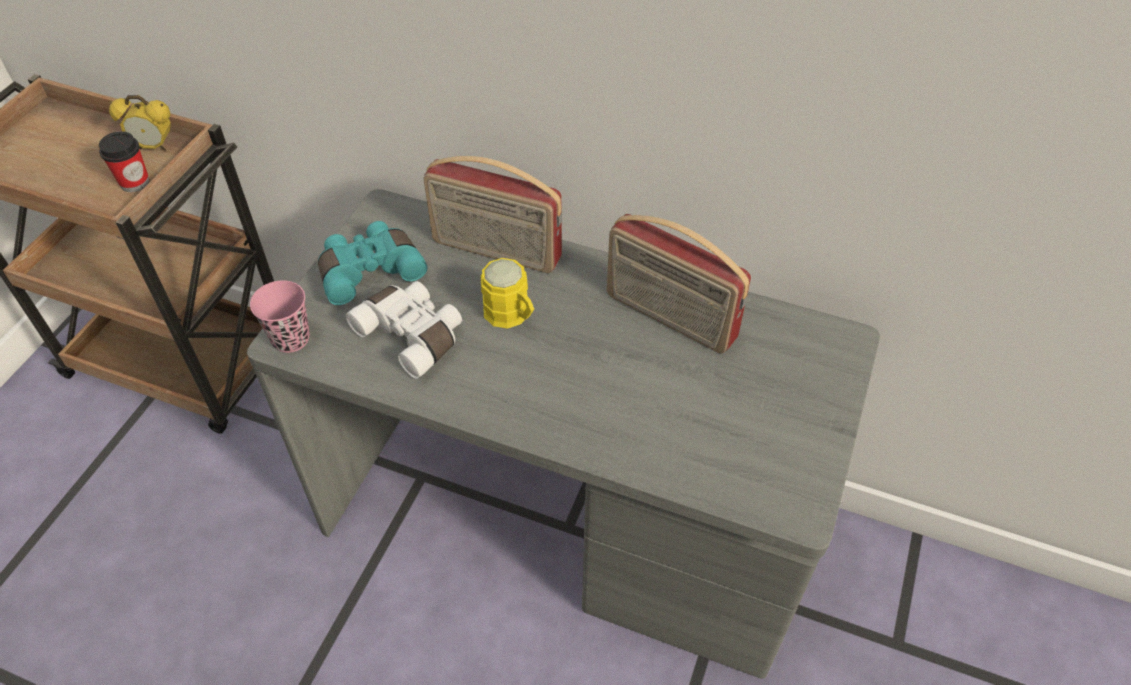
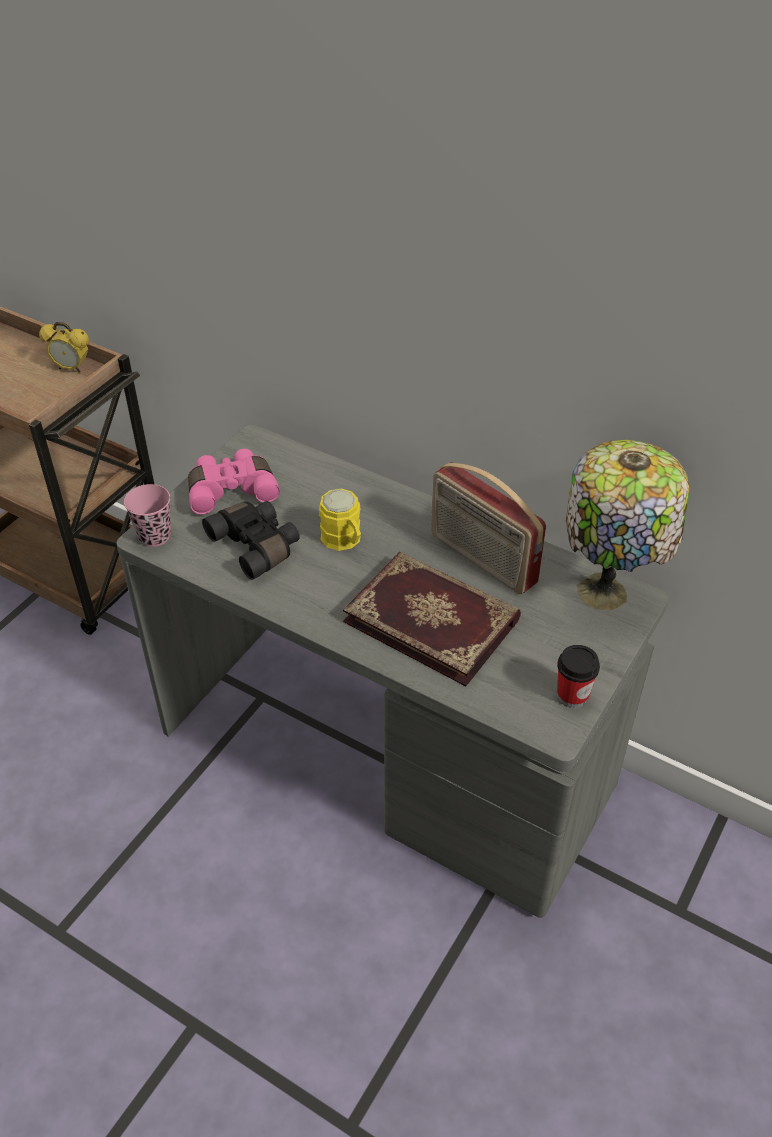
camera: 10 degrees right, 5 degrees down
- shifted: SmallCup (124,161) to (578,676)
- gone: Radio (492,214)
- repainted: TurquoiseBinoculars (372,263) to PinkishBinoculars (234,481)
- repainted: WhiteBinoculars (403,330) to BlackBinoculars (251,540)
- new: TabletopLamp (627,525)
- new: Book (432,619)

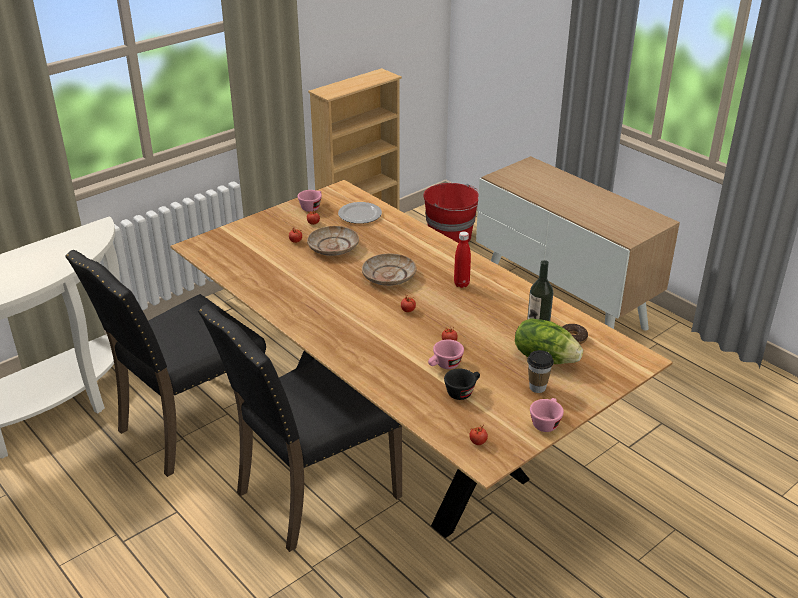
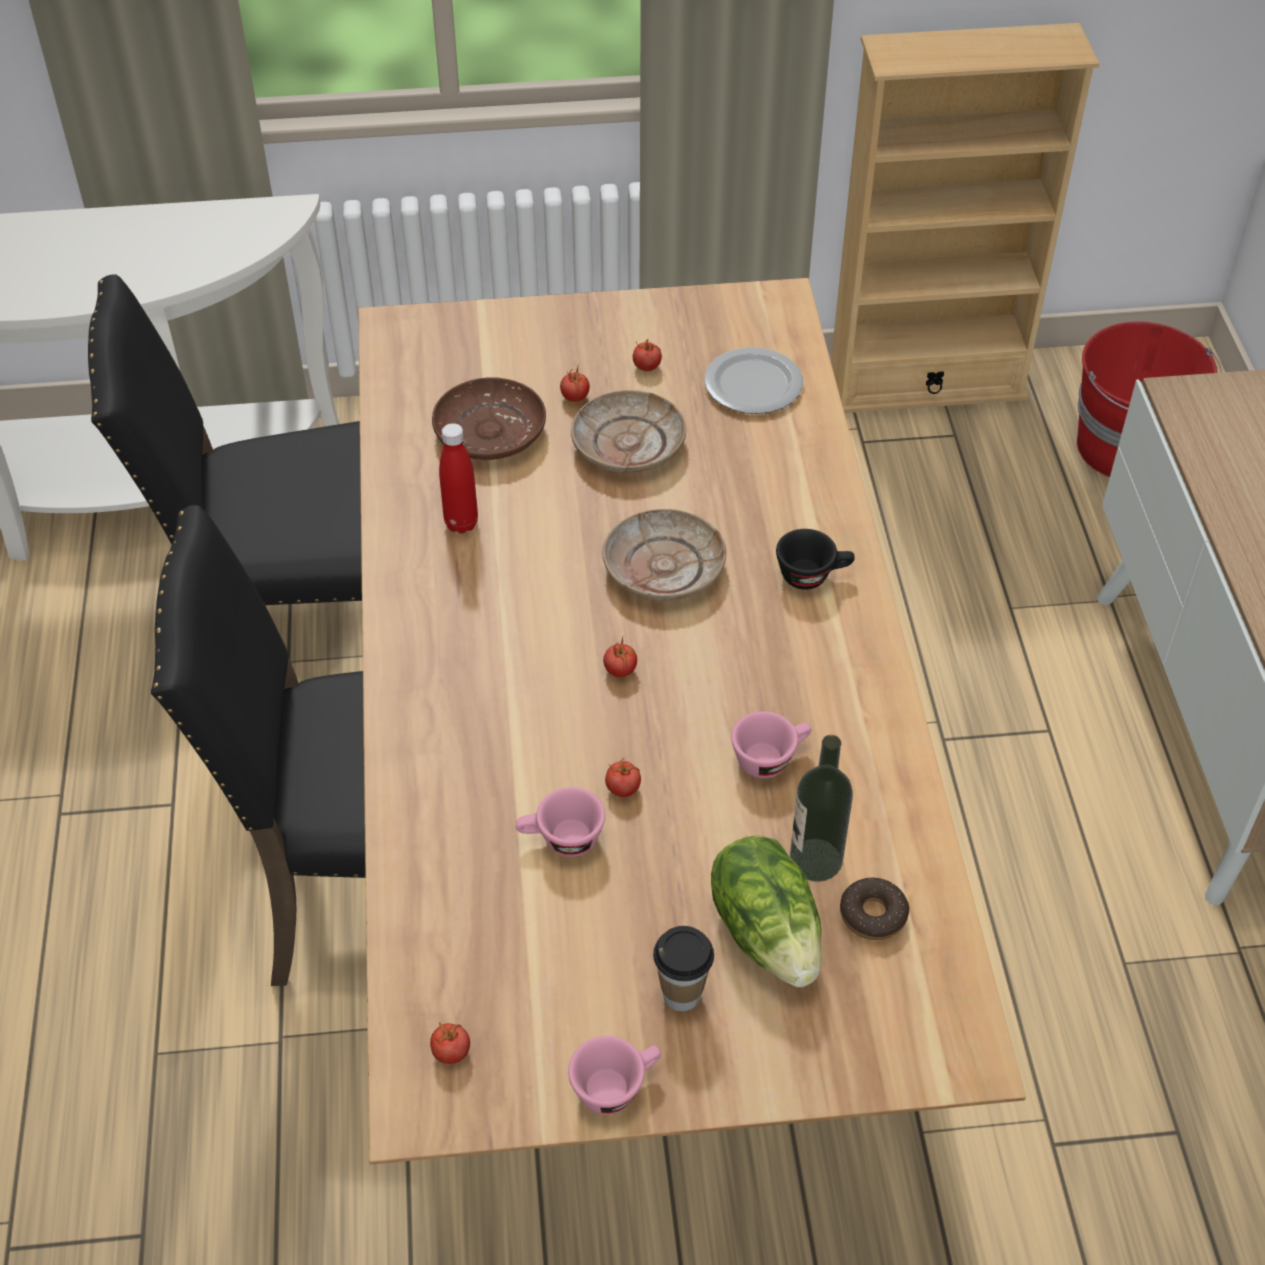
camera: 35 degrees right, 15 degrees up
- shifted: PinkishSmallCup (310,201) to (771,744)
- shifted: RedBottle (462,259) to (458,478)
- shifted: BlackSmallCup (462,384) to (815,559)
- new: BrownishDinnerPlate (489,418)

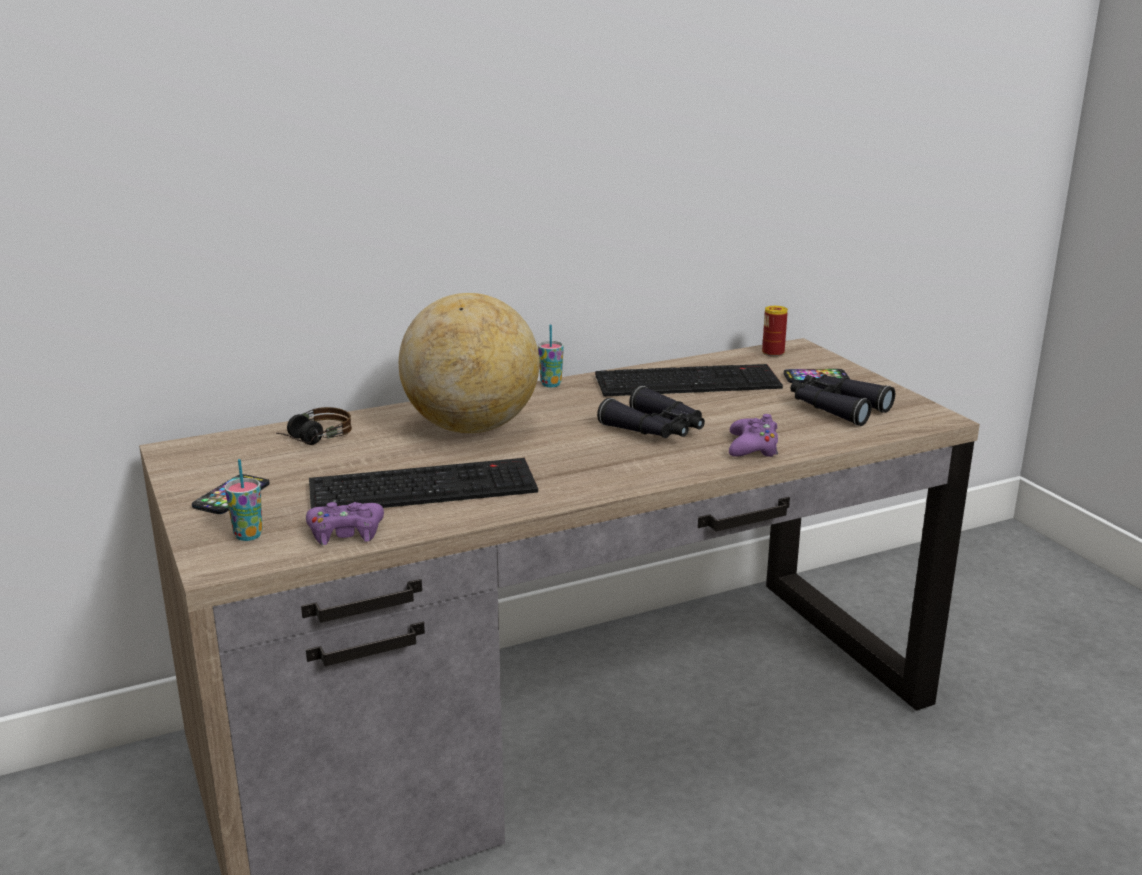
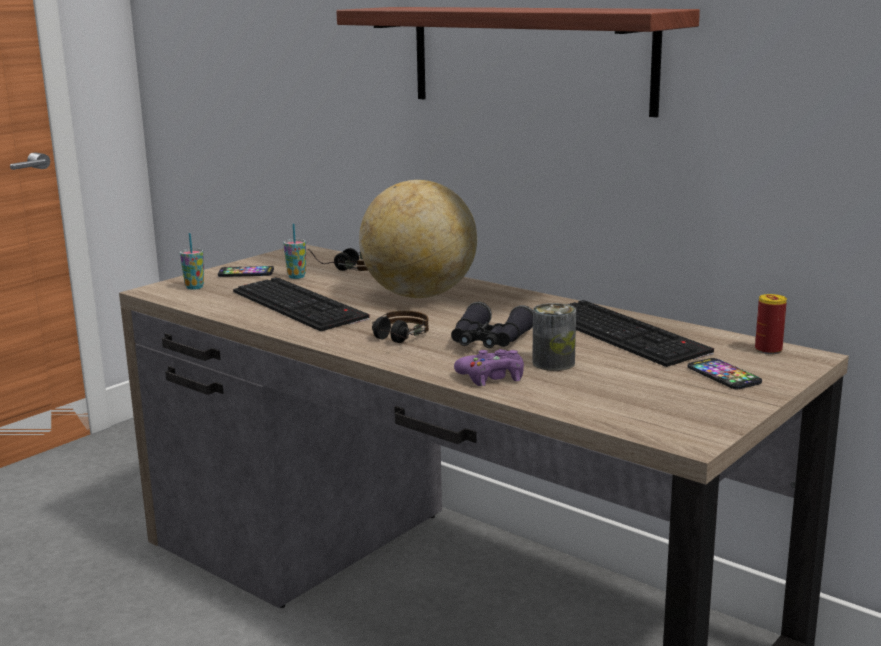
camera: 65 degrees right, 5 degrees down
- shifted: SmallCup (551,356) to (294,251)
- gone: BlackBinoculars (843,400)
- gone: PurplishGameController (345,523)
- new: BracketShelf (518,62)
- new: Can (554,337)
- new: PairOfHeadphones (400,327)

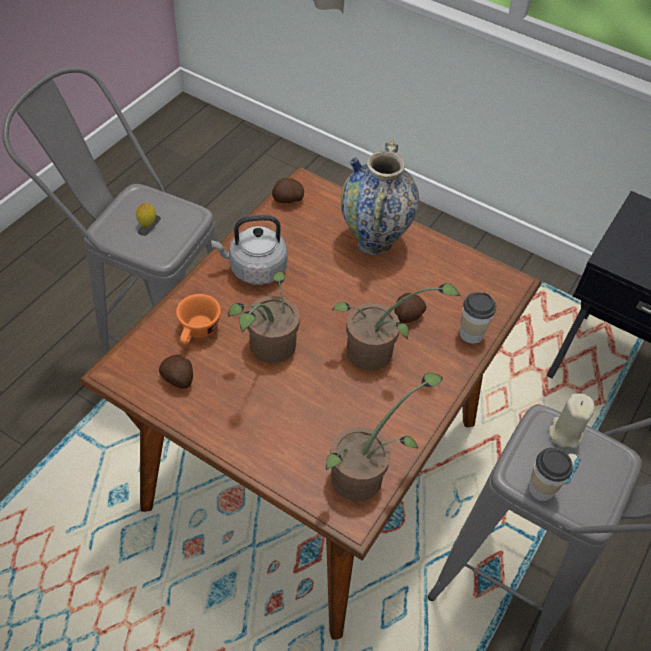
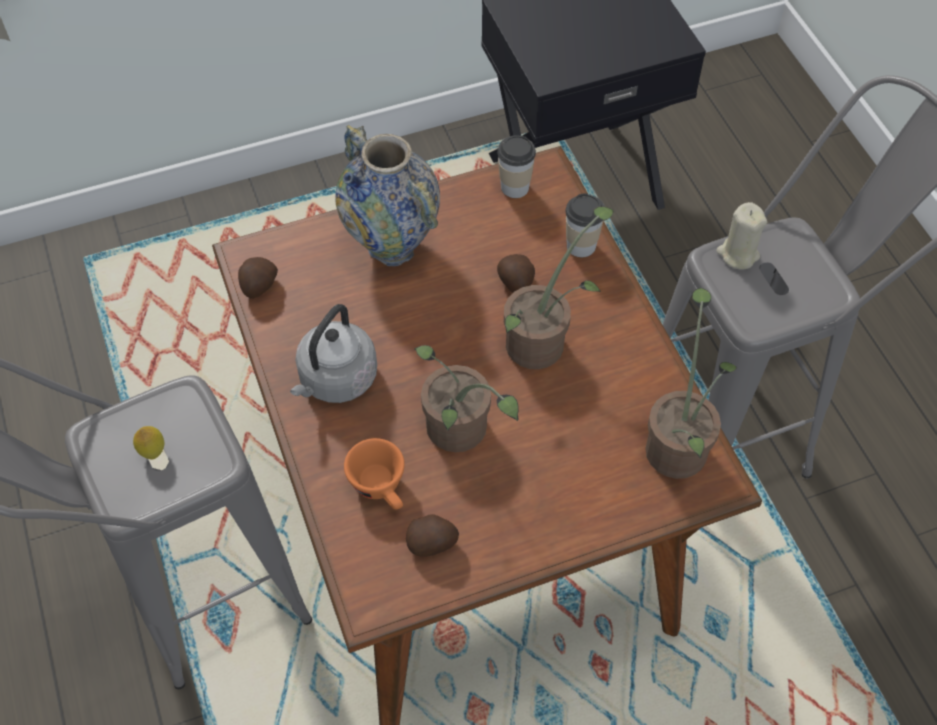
camera: 50 degrees left, 5 degrees up
- shifted: SmallCup (550,474) to (516,166)

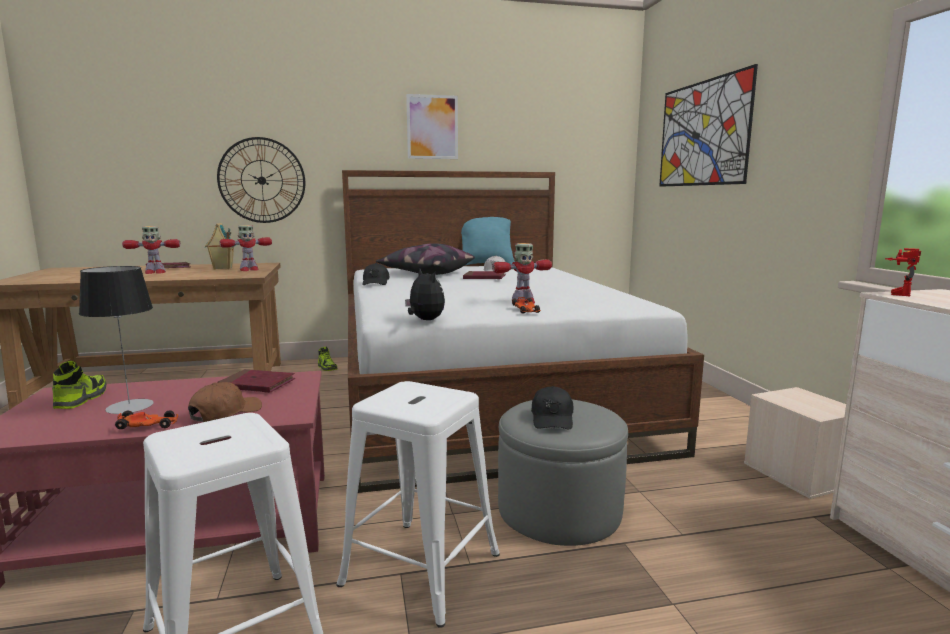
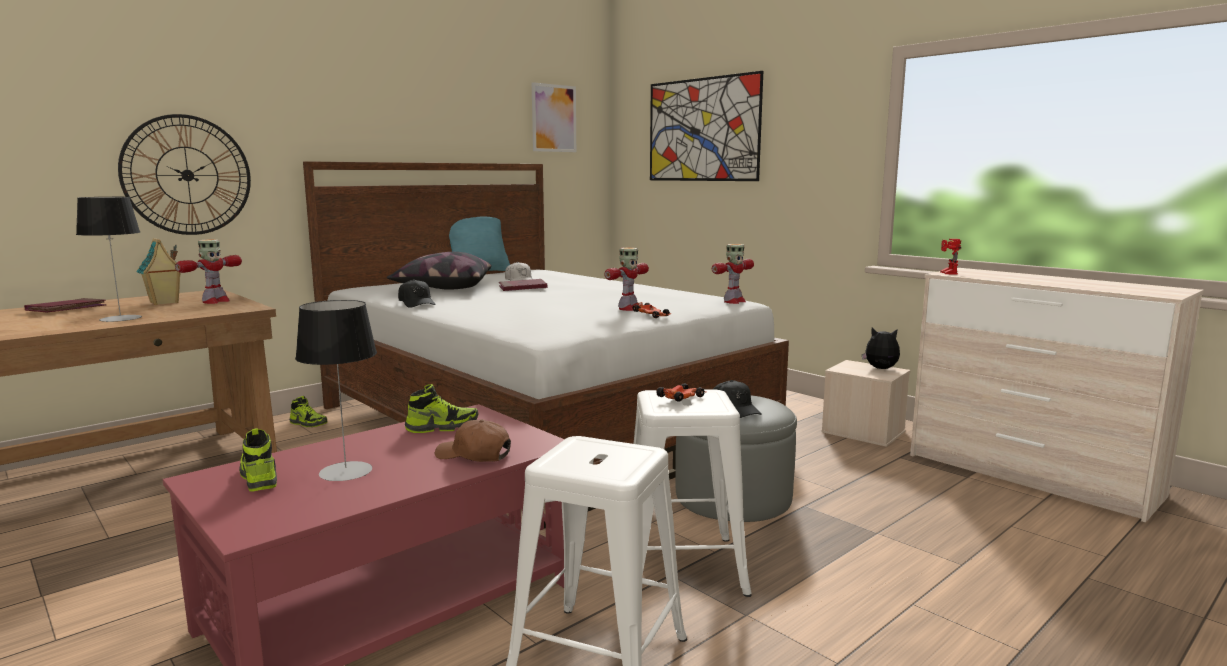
camera: 30 degrees left, 0 degrees up
- shifted: Picture (432,126) to (554,117)
- shifted: ModelRobot (151,250) to (733,274)
- shifted: CuddlyToy (425,294) to (881,348)
- swapped: RedBook (256,381) to LowShoe (441,408)
- rotated: BrownishCap (225,402) = (473,440) 75 degrees counterclockwise
- shifted: ToyCar (146,419) to (681,393)
- new: TabletopLamp (109,259)

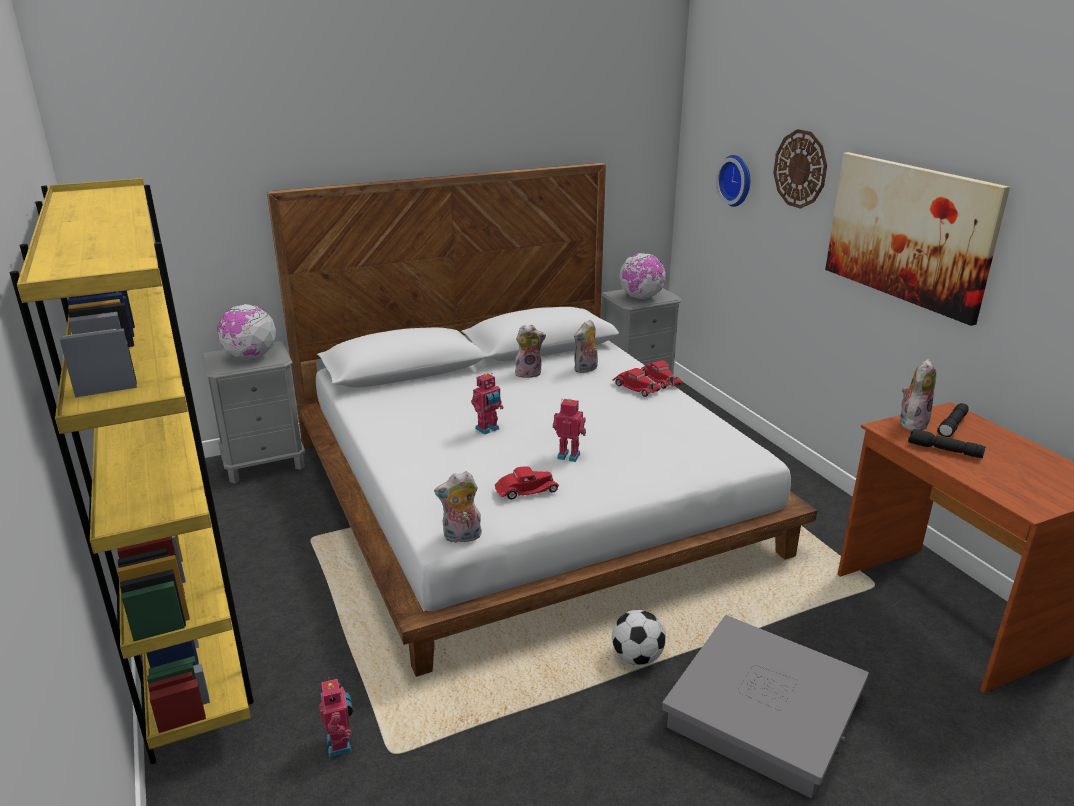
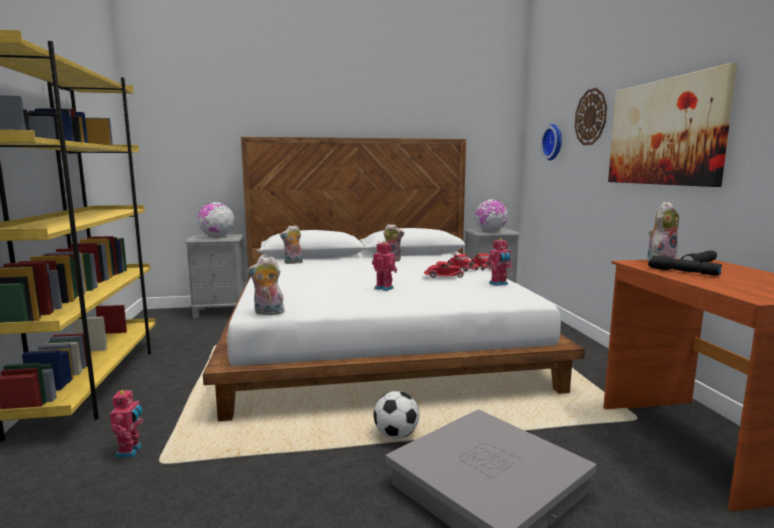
camera: 15 degrees right, 15 degrees down
- shifted: CuddlyToy (586,346) to (291,244)
- shifted: ModelRobot (487,403) to (500,262)
- shifted: RedToyCar (527,483) to (444,269)

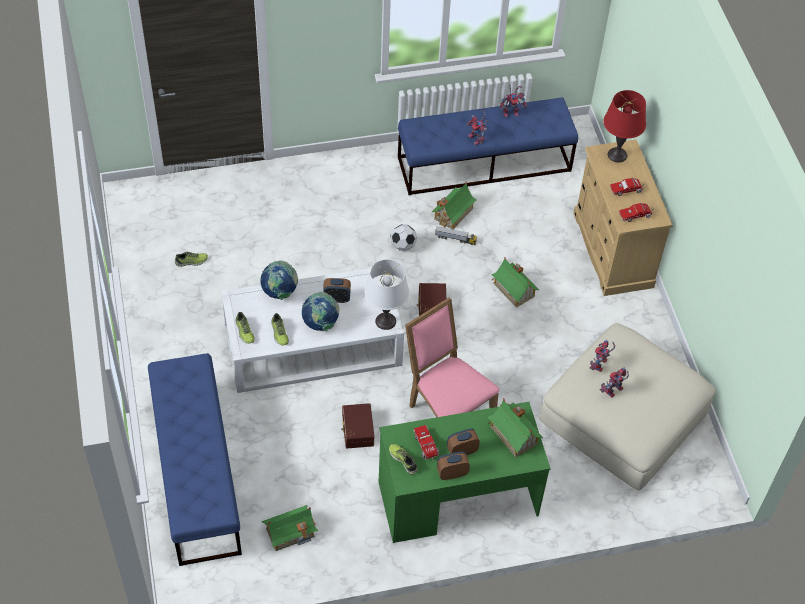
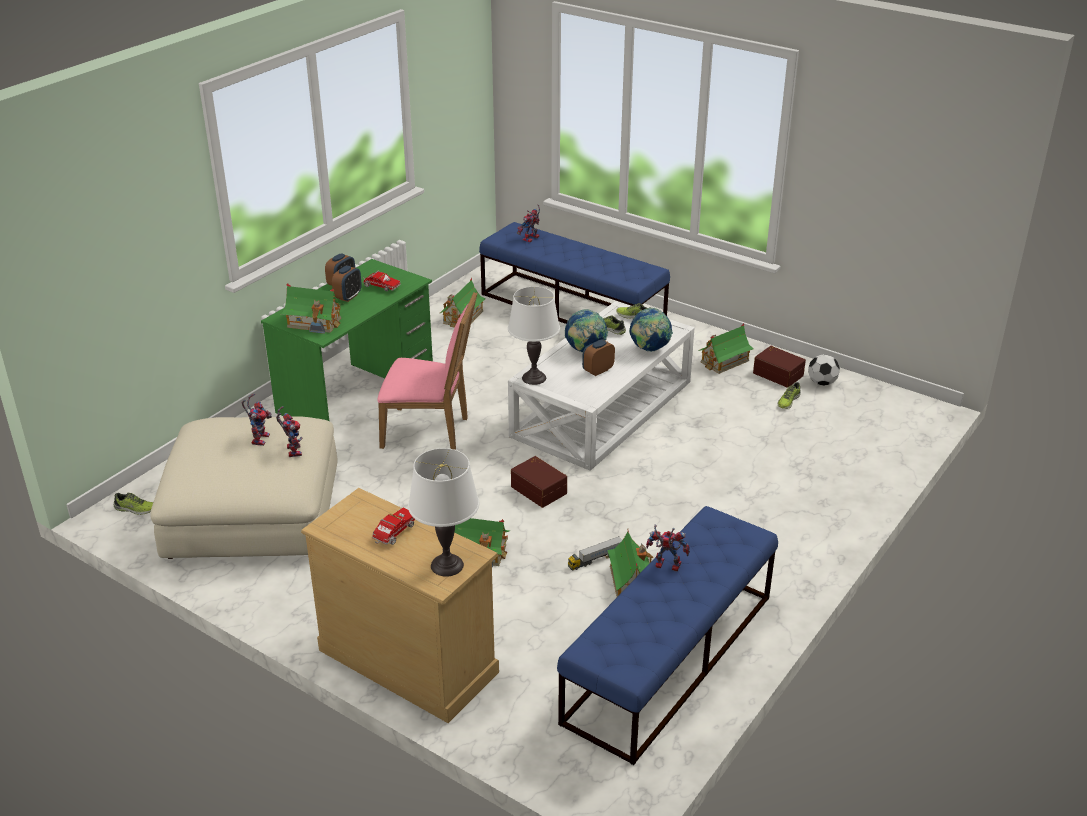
camera: 140 degrees right, 20 degrees down
- shifted: ModelRobot (513,100) to (528,223)
- repainted: RedTabletopLamp (625,126) to WhiteTabletopLamp (443,512)
- gone: ModelTruck (636,212)
- shifted: BallForFootball (403,237) to (824,370)
- shifted: BrownishStorageContainer (357,426) to (779,367)
- shifted: LowShoe (403,459) to (133,503)
- new: ToyHouse (726,348)

